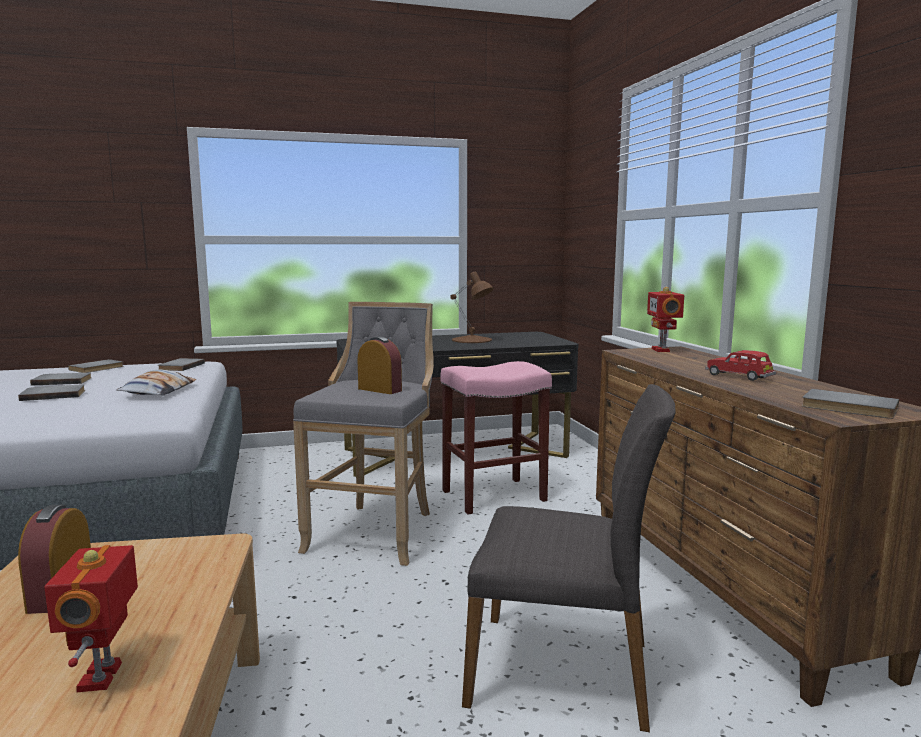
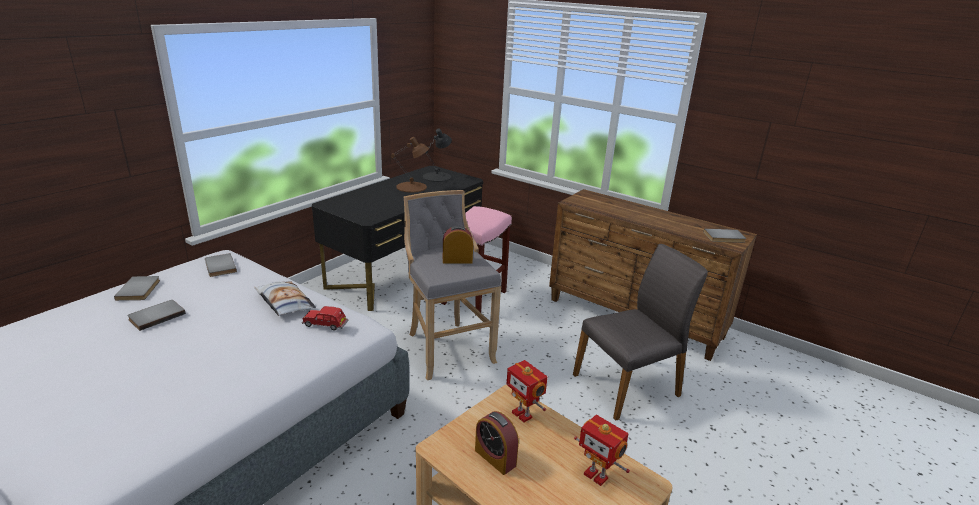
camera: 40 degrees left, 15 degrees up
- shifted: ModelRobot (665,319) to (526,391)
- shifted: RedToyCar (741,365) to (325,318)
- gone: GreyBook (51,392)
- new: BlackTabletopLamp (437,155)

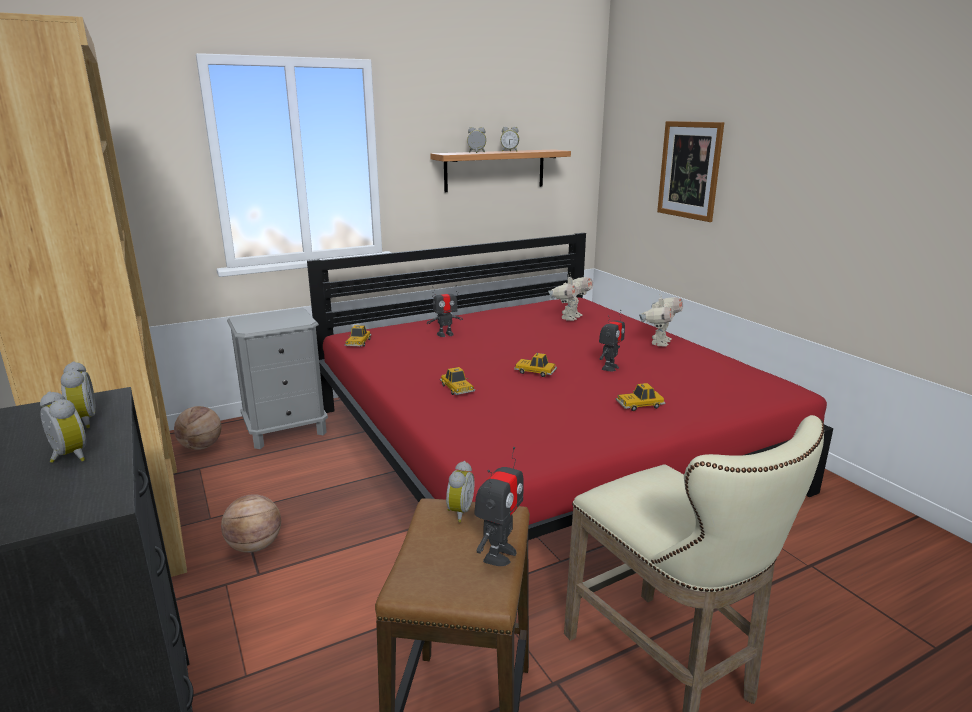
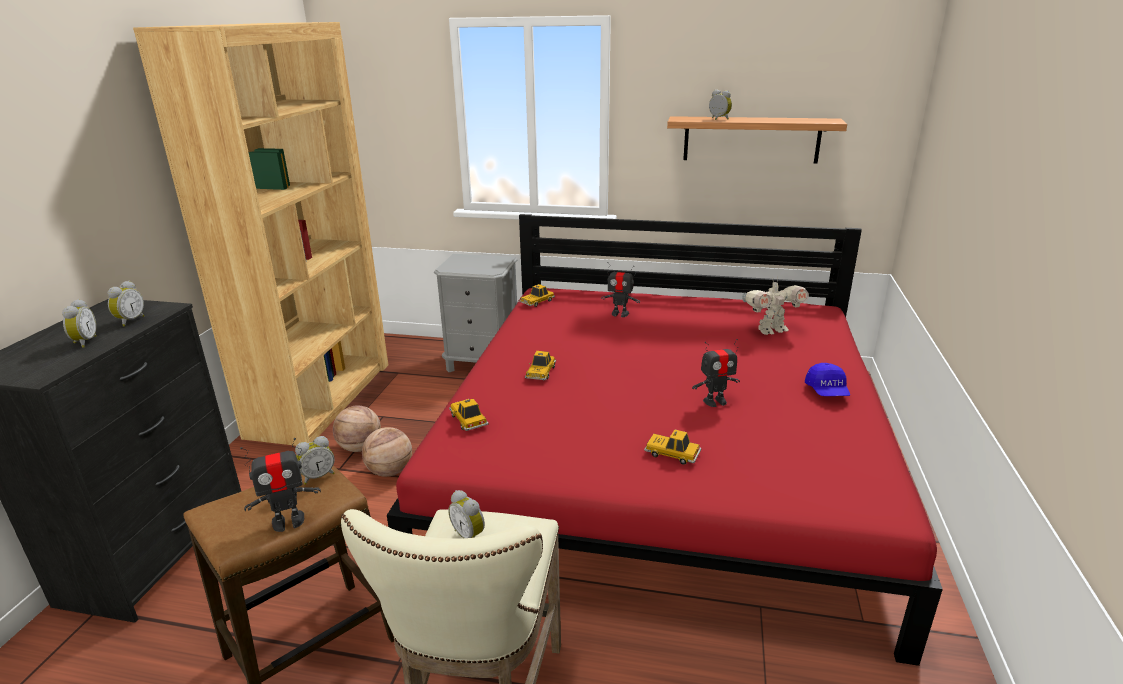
camera: 40 degrees right, 5 degrees up
- gone: Picture (690,171)
- shifted: TableClock (510,139) to (466,514)
- swapped: ModelRobot (661,320) to BlueColouredCap (827,379)
- shifted: ToyCar (535,365) to (469,415)
- shifted: BallForBasketball (198,428) to (387,452)

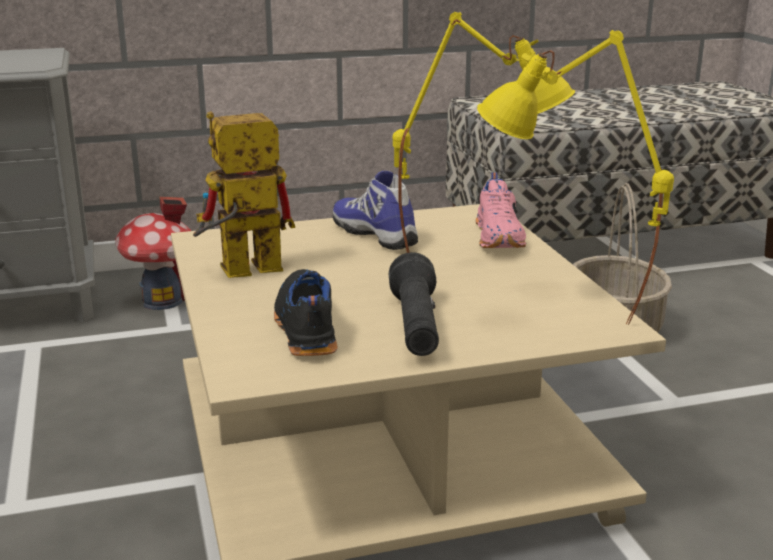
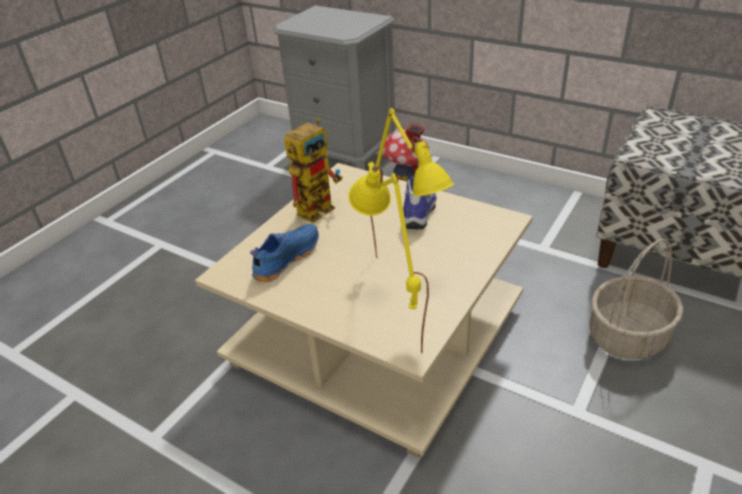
camera: 50 degrees right, 15 degrees up
- rotated: ModelRobot (244,194) = (313,170) 105 degrees clockwise
- gone: PinkishLowShoe (500,210)
- gone: BlackHandTorch (414,304)
- repainted: BlackLowShoe (306,312) to BlueColouredLowShoe (284,253)

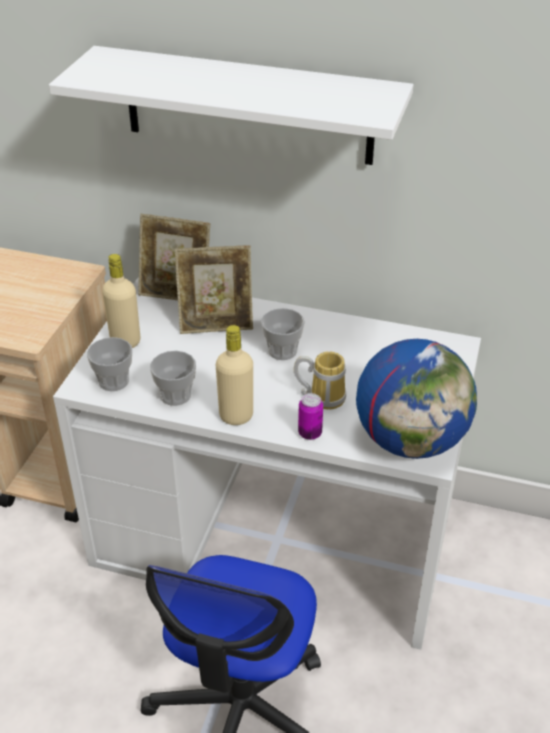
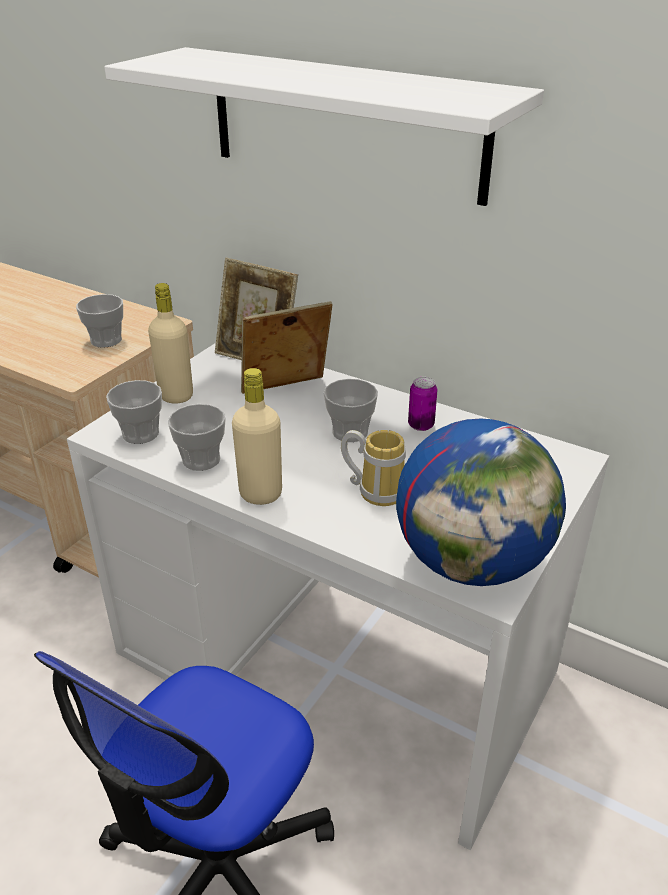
camera: 15 degrees right, 5 degrees down
- rotated: PictureFrame (214,289) = (287,347) 150 degrees clockwise
- shifted: Can (310,416) to (423,404)
- new: SmallCup (99,321)

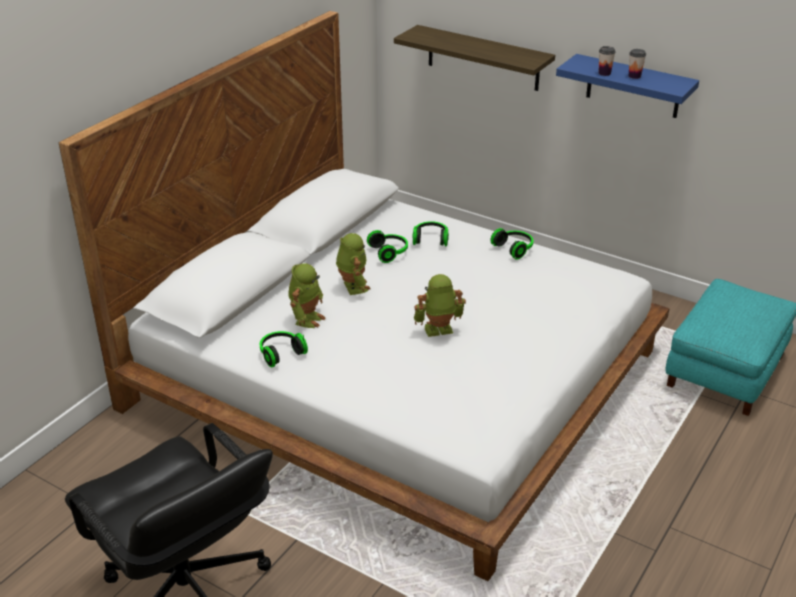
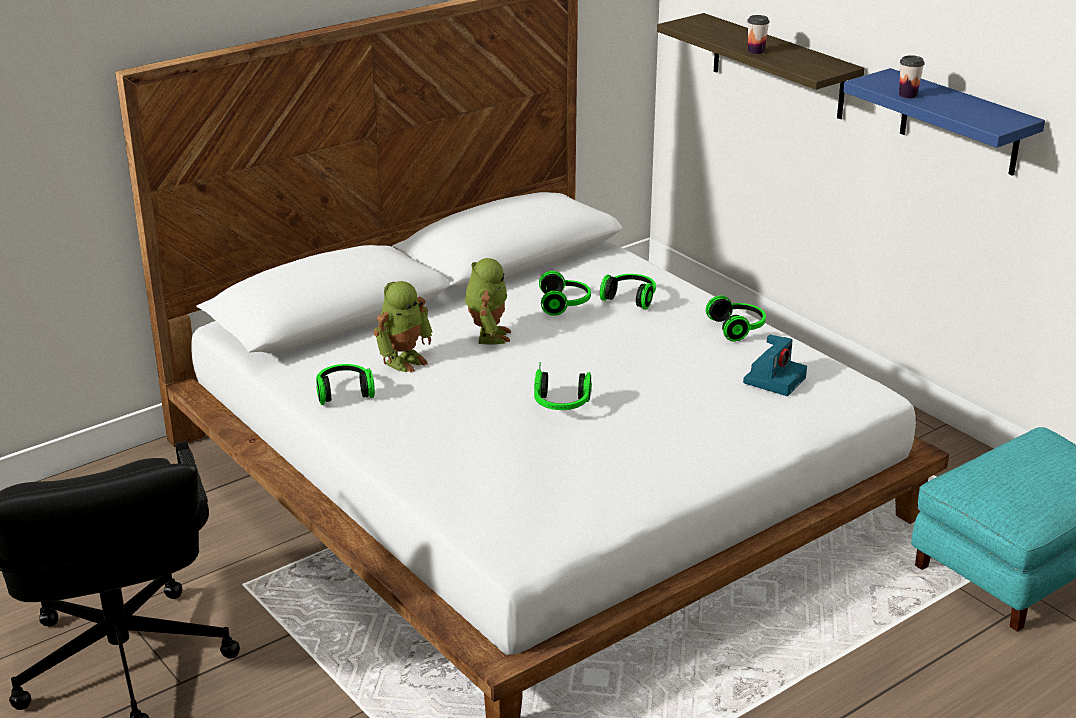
camera: 20 degrees right, 5 degrees down
- shifted: SmallCup (637,64) to (758,34)
- swapped: ModelRobot (440,305) to PairOfHeadphones (563,386)
- new: StillCamera (775,365)

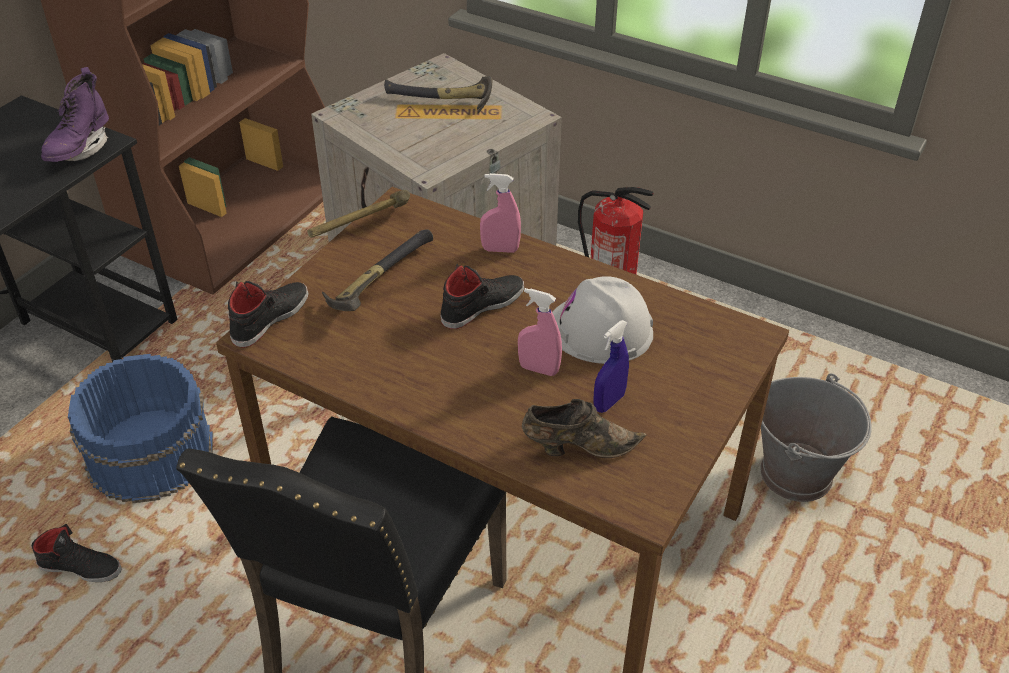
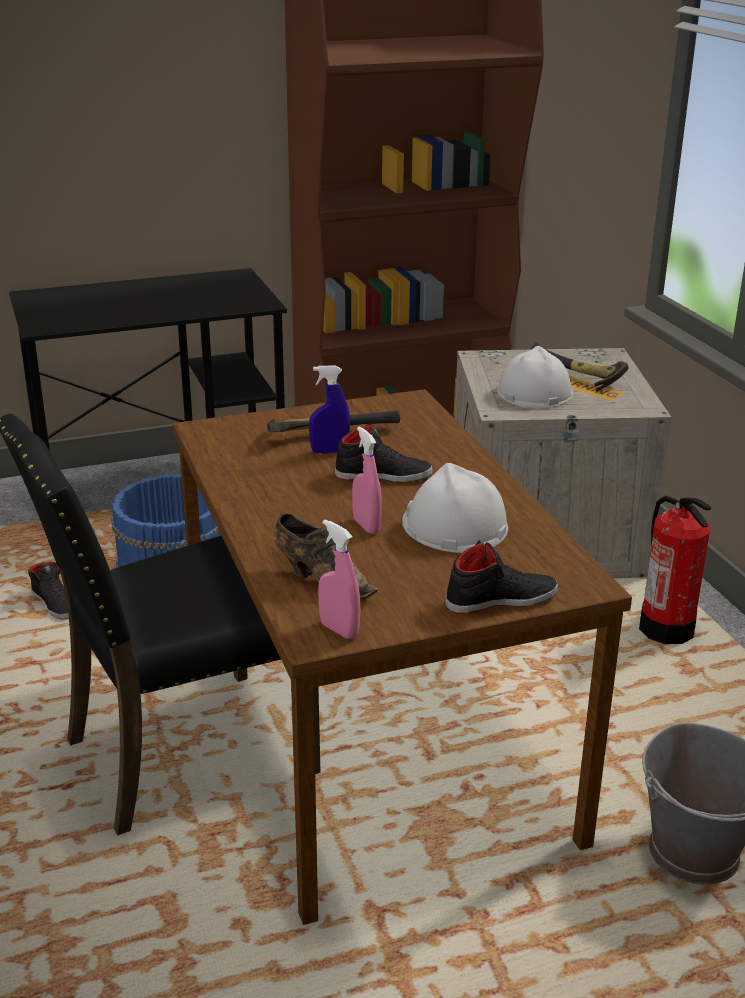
camera: 40 degrees right, 15 degrees down
- gone: PurplishTallBoot (75,114)
- shifted: PinkishSprayBottle (500,213) to (339,579)
- gone: Hammer (358,214)
- shifted: BlackLowShoe (268,314) to (501,577)
- shifted: BlueColouredSprayBottle (611,366) to (329,409)
- new: WhiteHardHat (535,377)

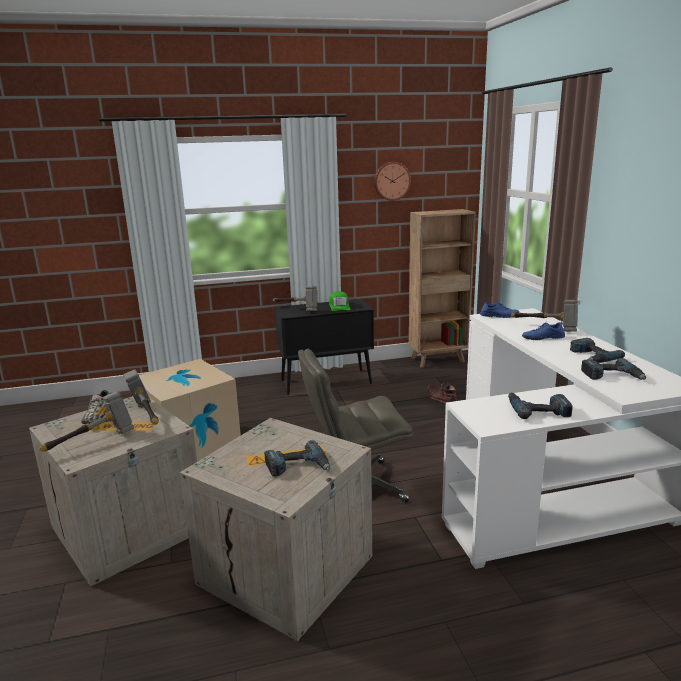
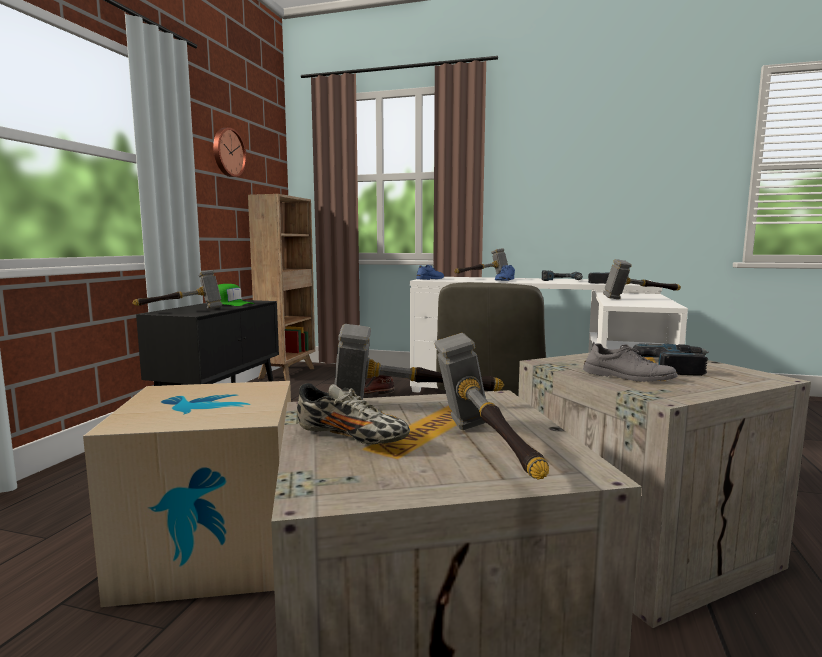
camera: 60 degrees left, 10 degrees down
- swapped: Drill (540,406) to Hammer (642,279)
- new: GreyLowShoe (630,362)

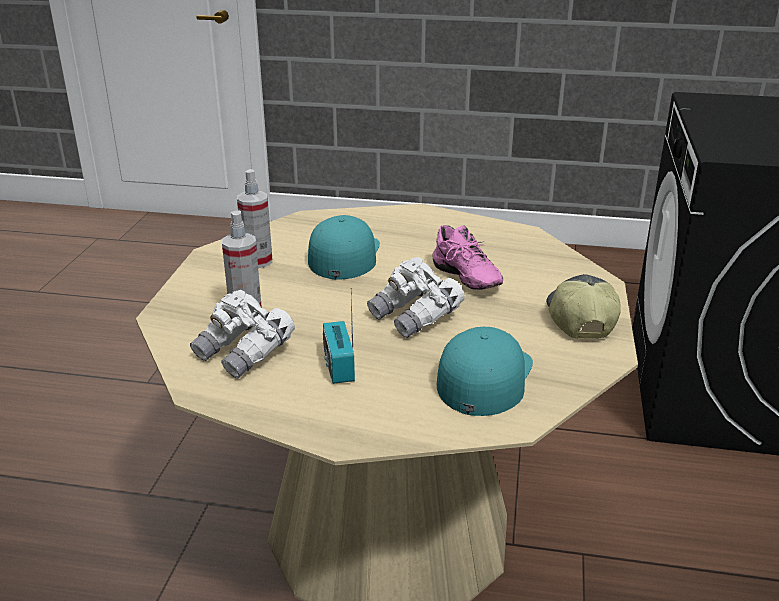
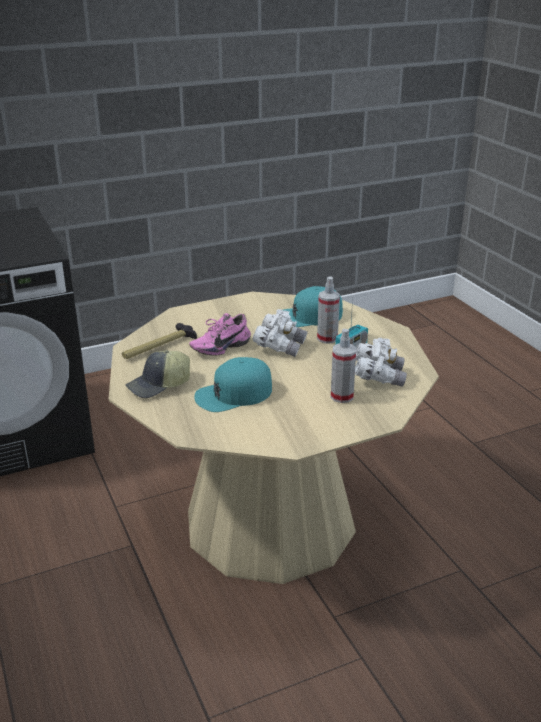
camera: 125 degrees left, 0 degrees up
- shifted: SprayBottle (254,218) to (328,310)
- rotated: PinkishLowShoe (467,257) = (220,334) 150 degrees counterclockwise
- shifted: Cap (583,306) to (157,374)
- new: Hammer (159,341)

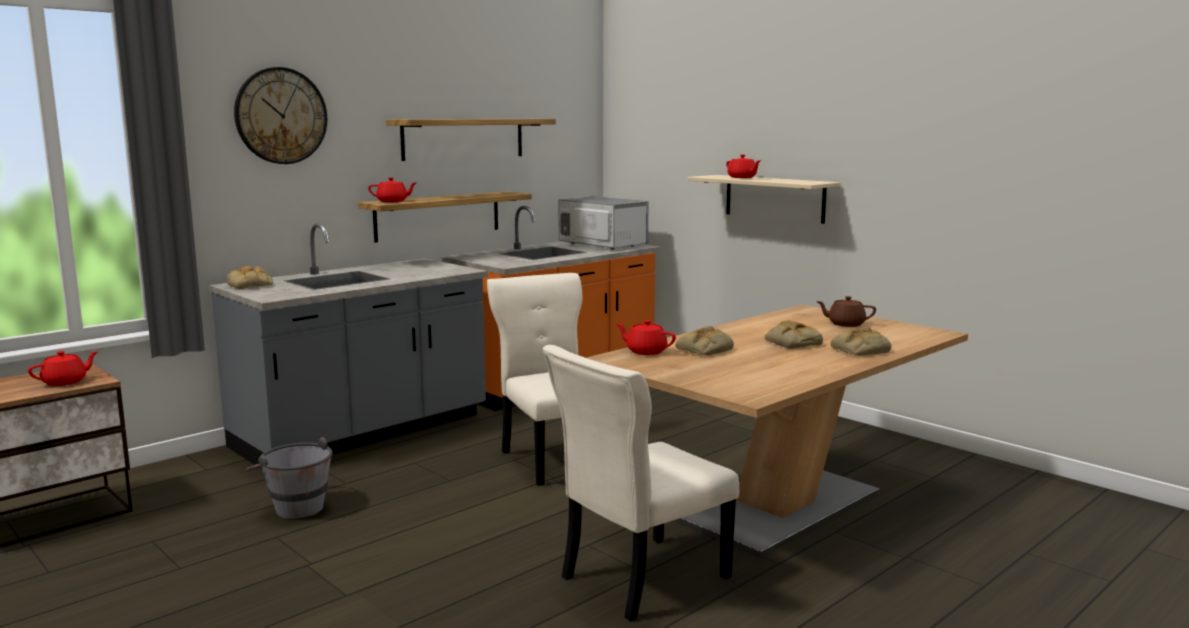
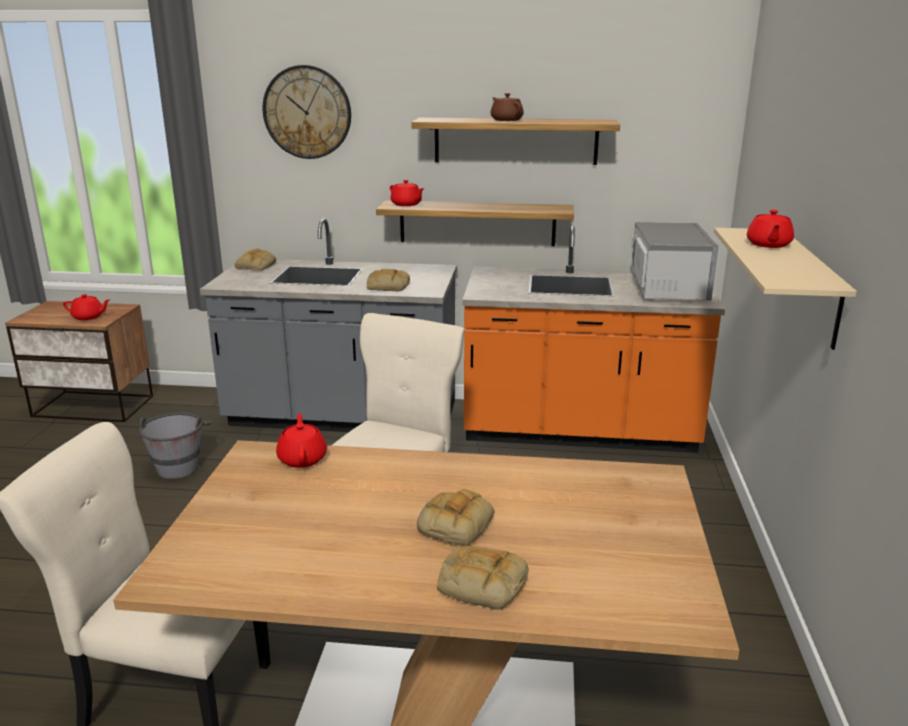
camera: 50 degrees right, 10 degrees up
- shifted: BrownishTeaPot (846,311) to (507,107)
- shifted: Bread (704,341) to (388,280)

